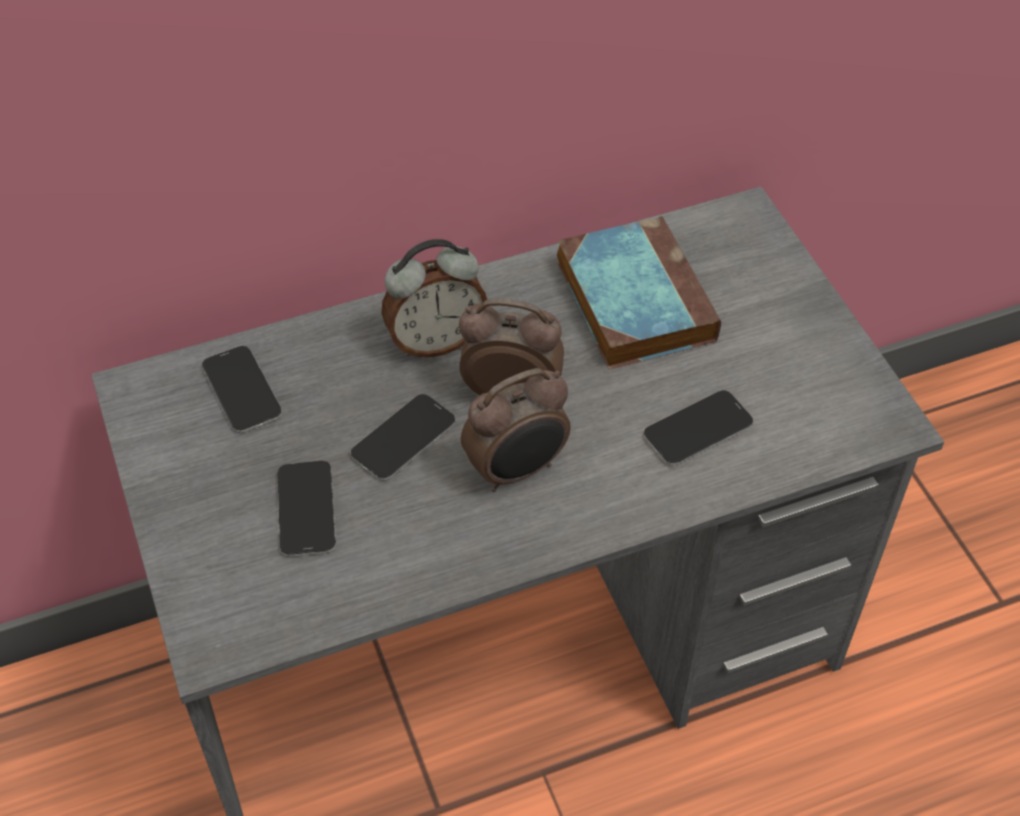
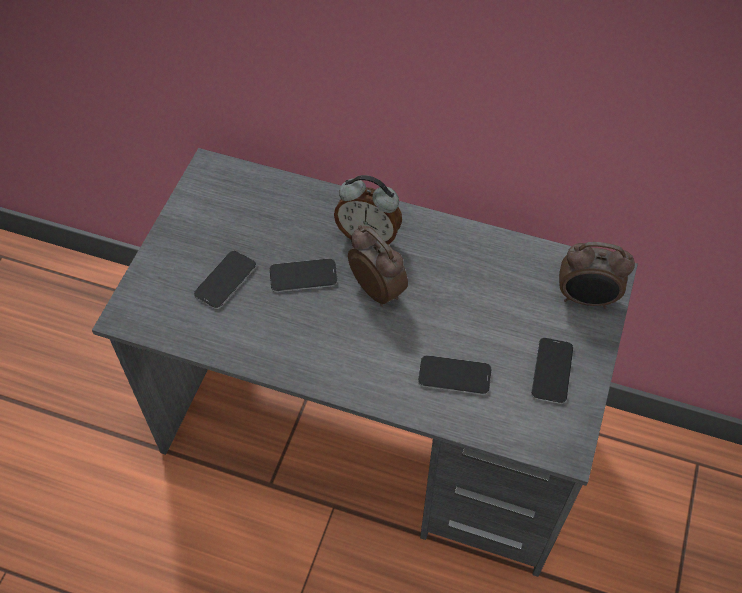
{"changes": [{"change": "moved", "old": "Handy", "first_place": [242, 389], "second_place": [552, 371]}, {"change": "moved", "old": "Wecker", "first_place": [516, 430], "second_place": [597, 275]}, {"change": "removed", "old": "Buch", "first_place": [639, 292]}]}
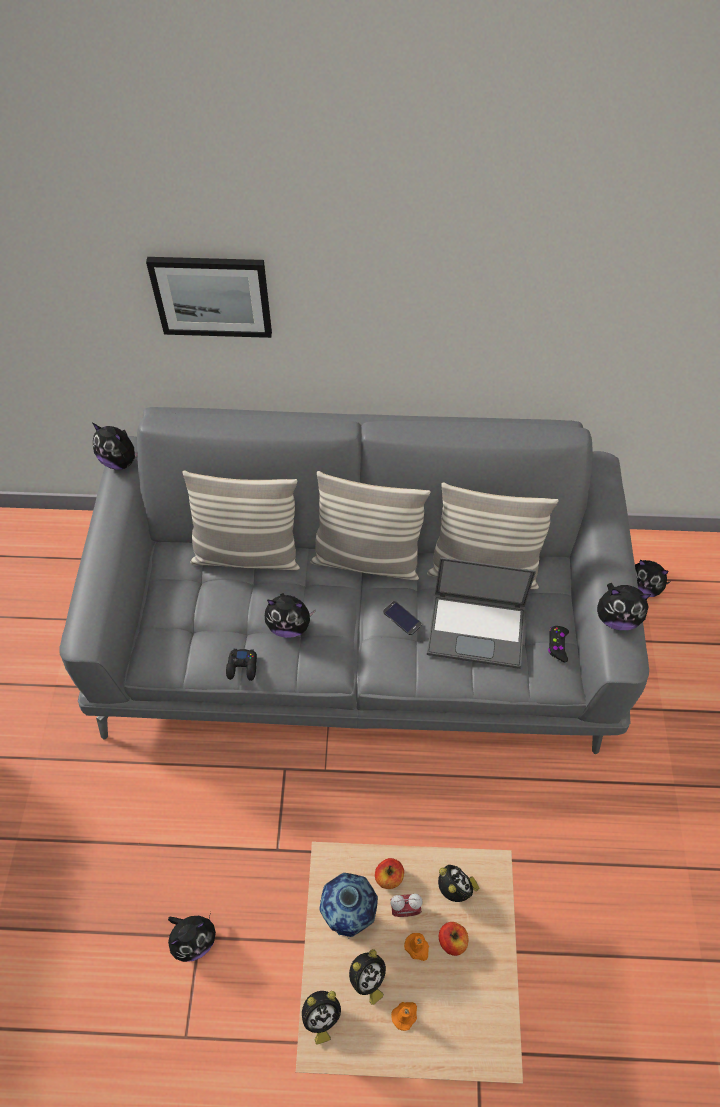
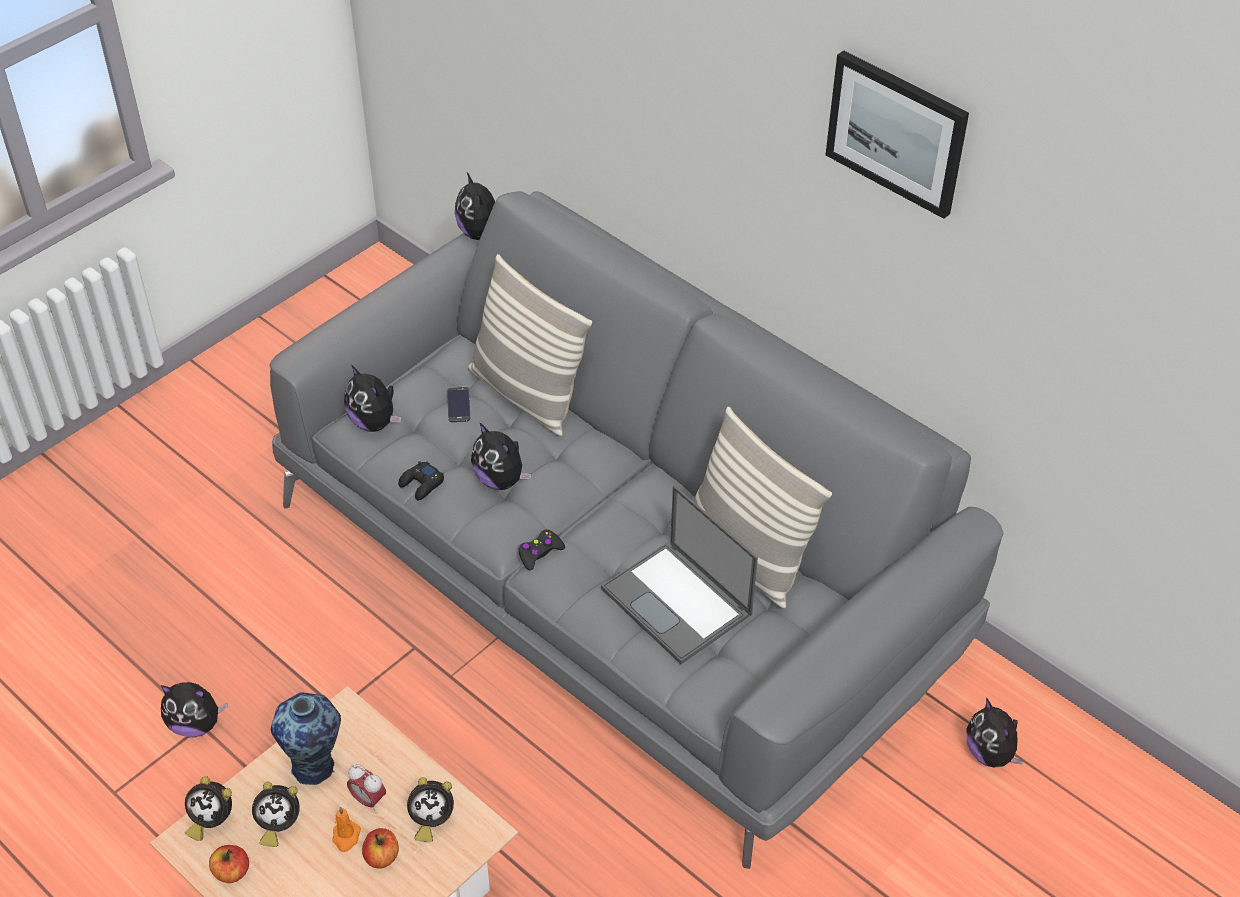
{"changes": [{"change": "moved", "old": "Bild", "first_place": [209, 297], "second_place": [897, 135]}, {"change": "removed", "old": "Kissen", "first_place": [370, 525]}, {"change": "moved", "old": "Apfel", "first_place": [389, 873], "second_place": [229, 864]}, {"change": "moved", "old": "Handy", "first_place": [402, 618], "second_place": [458, 404]}, {"change": "removed", "old": "Kerze/orange", "first_place": [404, 1016]}, {"change": "turned", "old": "Wecker", "first_place": [458, 883], "second_place": [430, 809], "degrees": 75}, {"change": "moved", "old": "Gamepad/schwarz", "first_place": [558, 644], "second_place": [541, 549]}, {"change": "moved", "old": "Plüschtier", "first_place": [624, 606], "second_place": [372, 398]}]}
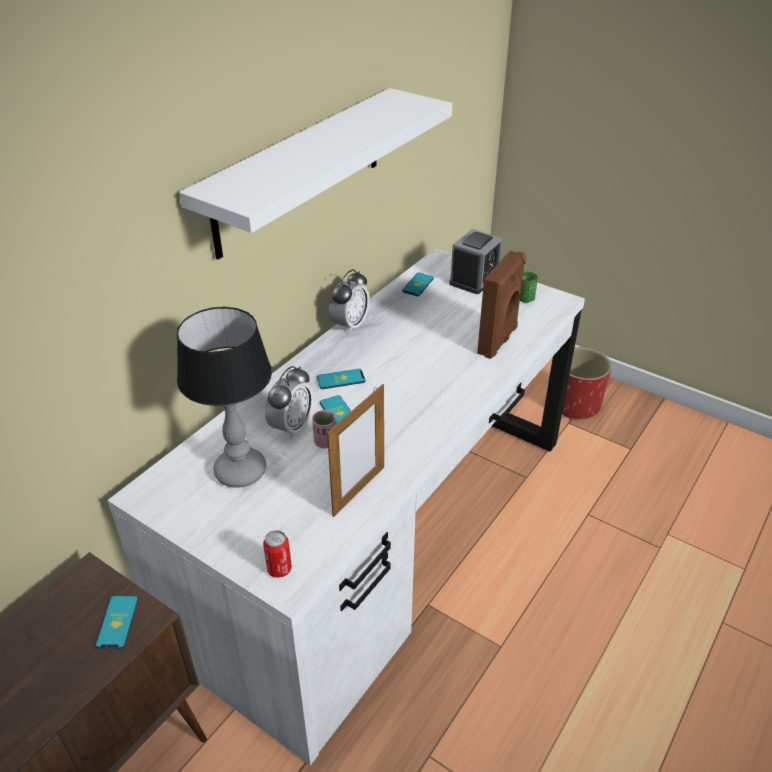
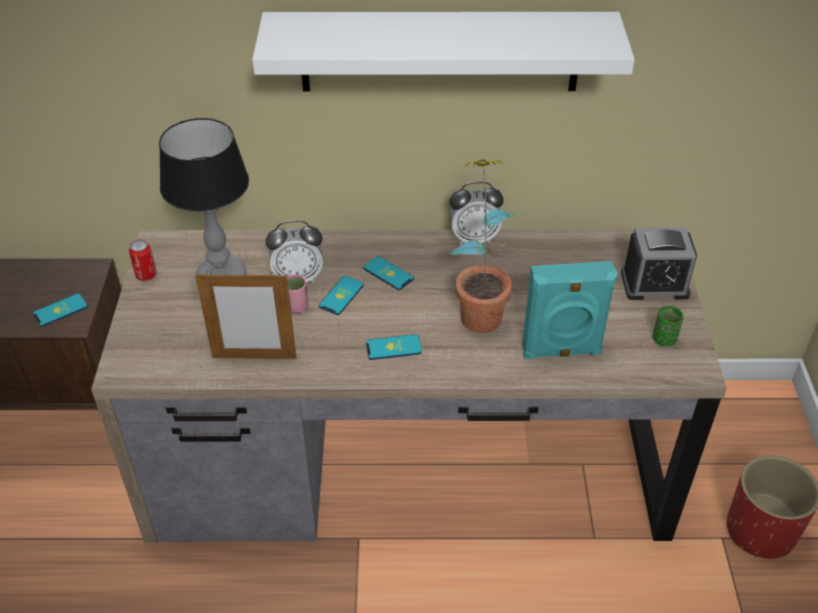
{"changes": [{"change": "recoloured", "old": "Schreibtisch/weiß", "new": "Schreibtisch/braun", "first_place": [346, 507], "second_place": [409, 386]}, {"change": "moved", "old": "Dose", "first_place": [277, 554], "second_place": [142, 260]}, {"change": "moved", "old": "Handy", "first_place": [418, 284], "second_place": [394, 347]}, {"change": "recoloured", "old": "Lautsprecher/braun", "new": "Lautsprecher/türkis", "first_place": [501, 304], "second_place": [570, 310]}, {"change": "added", "new": "Topfpflanze", "second_place": [482, 246]}]}
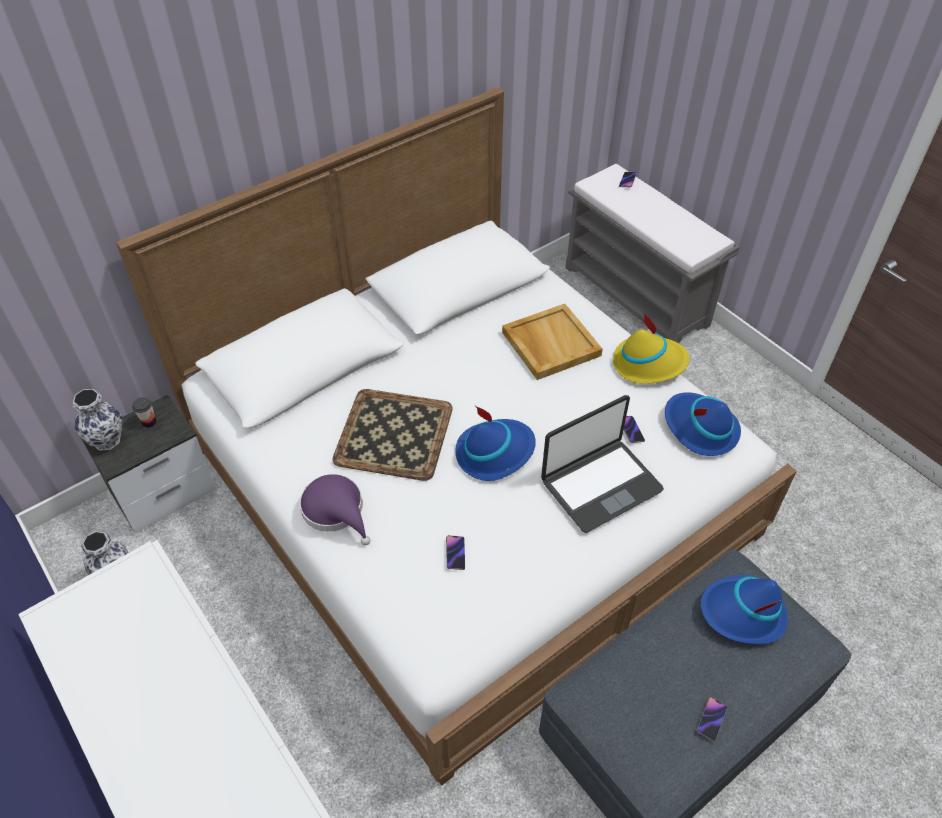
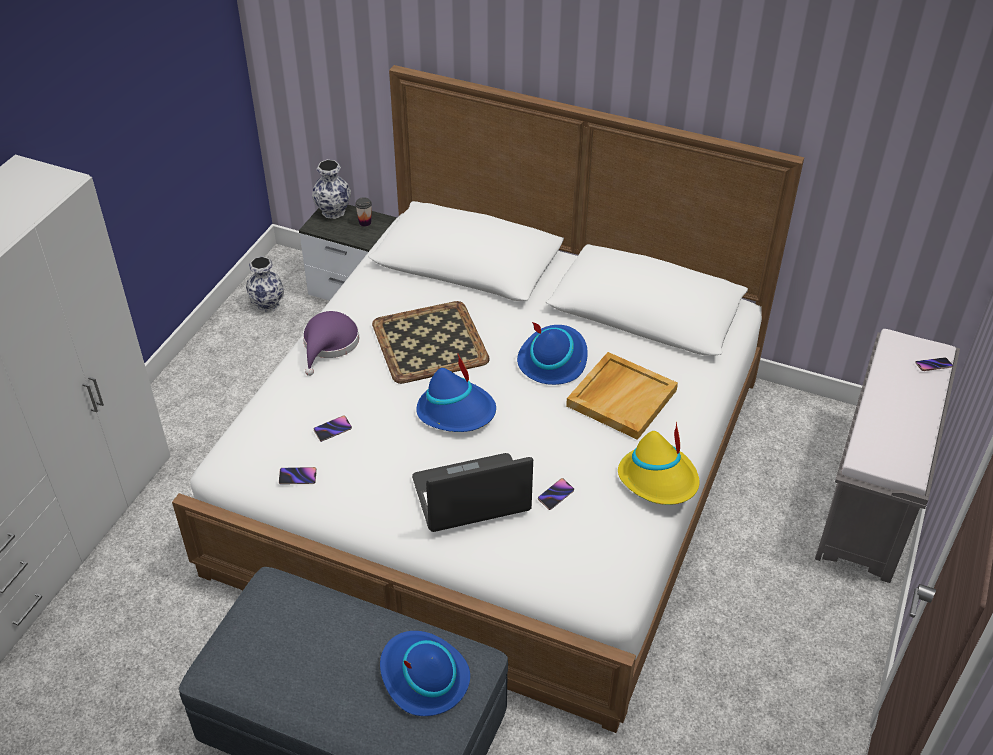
{"changes": [{"change": "turned", "old": "Laptop", "first_place": [602, 464], "second_place": [472, 492], "degrees": 135}, {"change": "moved", "old": "Hut/blau", "first_place": [703, 424], "second_place": [552, 353]}, {"change": "moved", "old": "Handy", "first_place": [712, 719], "second_place": [298, 475]}]}
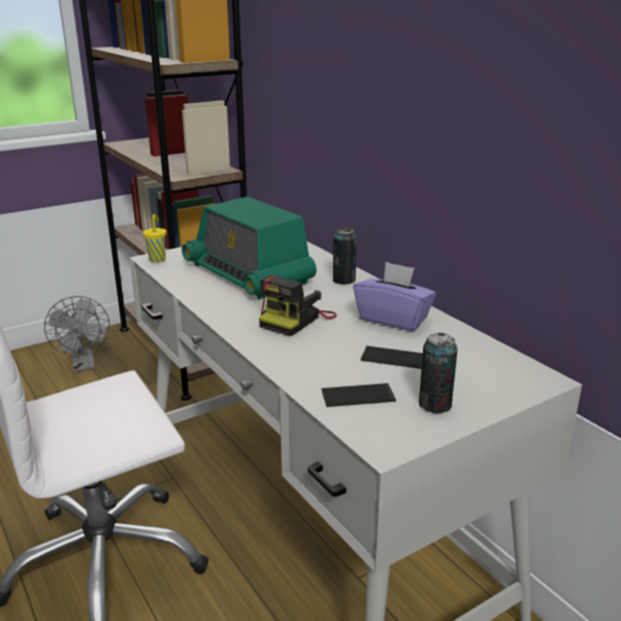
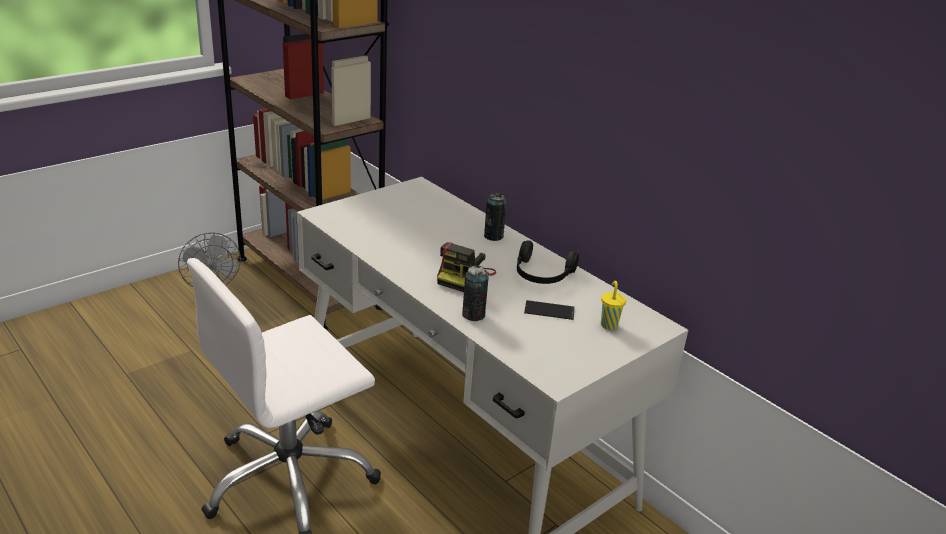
{"changes": [{"change": "moved", "old": "Tasse/gelb", "first_place": [154, 238], "second_place": [613, 305]}, {"change": "removed", "old": "Radio", "first_place": [249, 247]}, {"change": "removed", "old": "Handy", "first_place": [358, 395]}, {"change": "replaced", "old": "Taschentuchbox/lila", "new": "Kopfhörer/schwarz", "first_place": [394, 296], "second_place": [548, 262]}, {"change": "moved", "old": "Dose", "first_place": [438, 373], "second_place": [475, 293]}]}
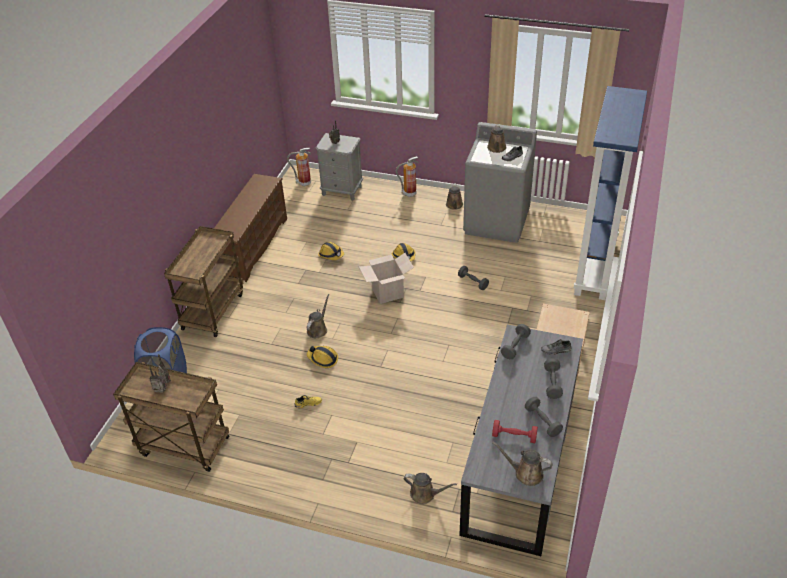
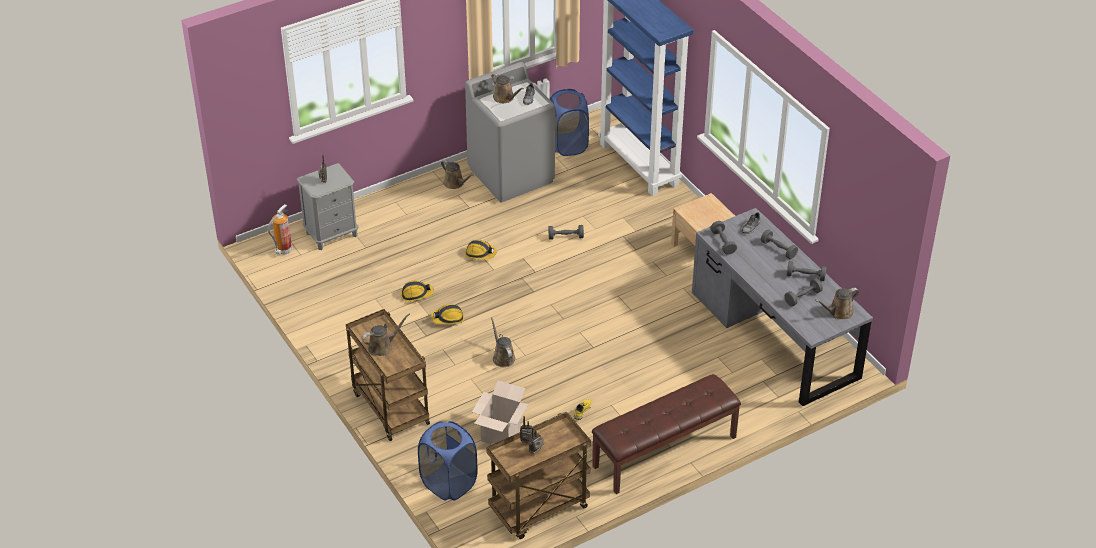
{"changes": [{"change": "removed", "old": "Schuhregal/braun", "first_place": [250, 228]}, {"change": "moved", "old": "Schutzhelm", "first_place": [322, 357], "second_place": [448, 314]}, {"change": "moved", "old": "Karton", "first_place": [386, 278], "second_place": [500, 412]}, {"change": "removed", "old": "Feuerlöscher", "first_place": [407, 176]}, {"change": "moved", "old": "Gießkanne/braun", "first_place": [430, 488], "second_place": [386, 335]}, {"change": "recoloured", "old": "Hantel/rot", "new": "Hantel/grau", "first_place": [515, 431], "second_place": [804, 292]}, {"change": "added", "new": "Wäschekorb/blau", "second_place": [569, 122]}, {"change": "added", "new": "Bank/braun", "second_place": [666, 434]}]}
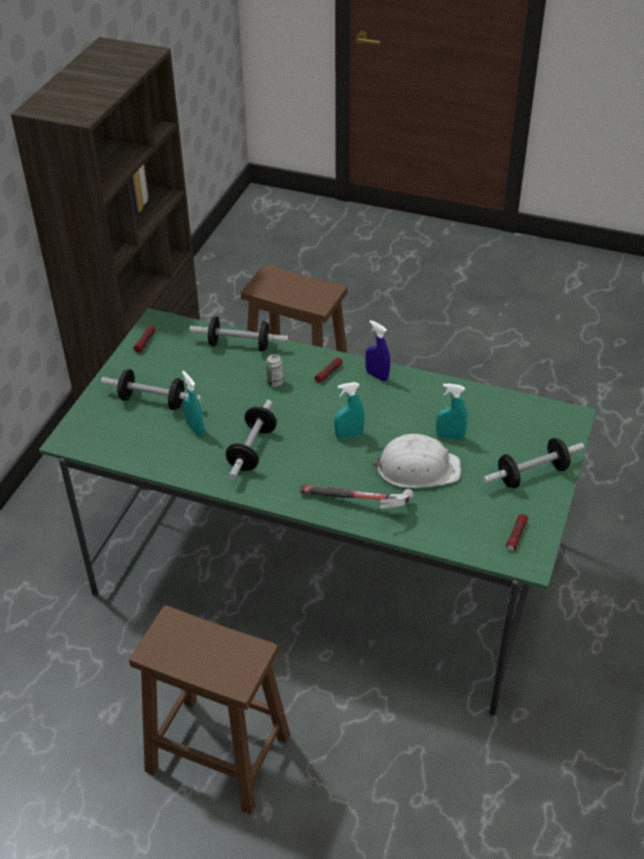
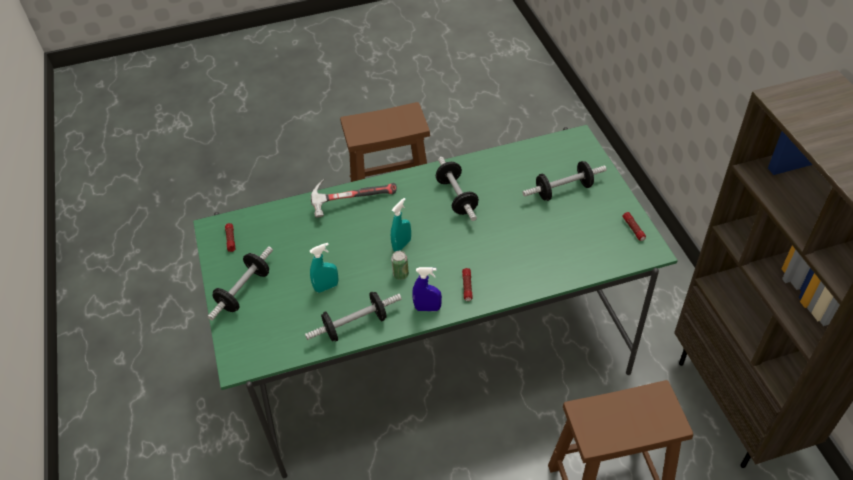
{"changes": [{"change": "removed", "old": "Sprühflasche/türkis", "first_place": [193, 403]}, {"change": "moved", "old": "Hantel", "first_place": [239, 334], "second_place": [353, 317]}, {"change": "moved", "old": "Dose", "first_place": [274, 370], "second_place": [400, 265]}, {"change": "removed", "old": "Schutzhelm/weiß", "first_place": [416, 461]}]}
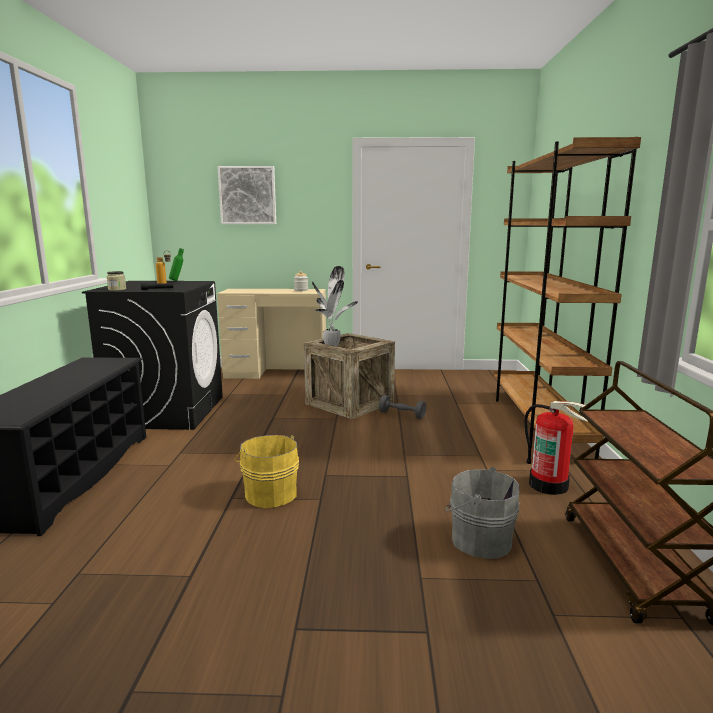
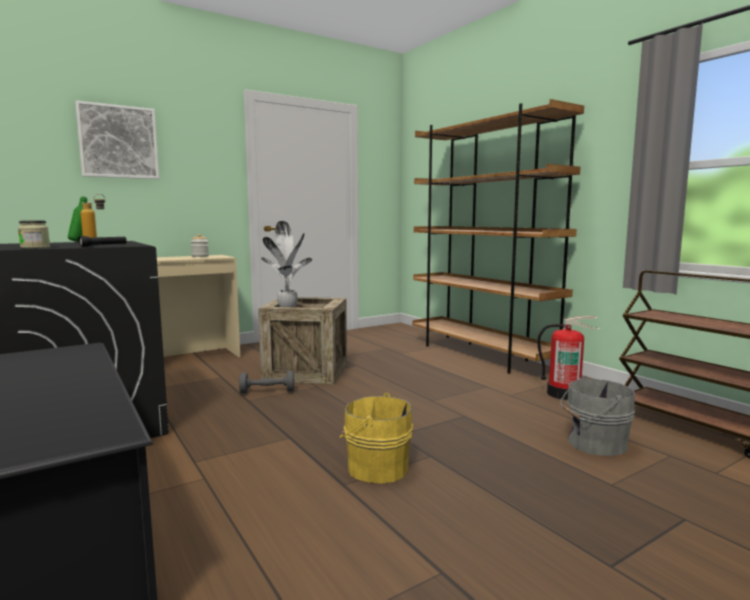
{"changes": [{"change": "moved", "old": "Hantel/grau", "first_place": [402, 407], "second_place": [266, 382]}]}
